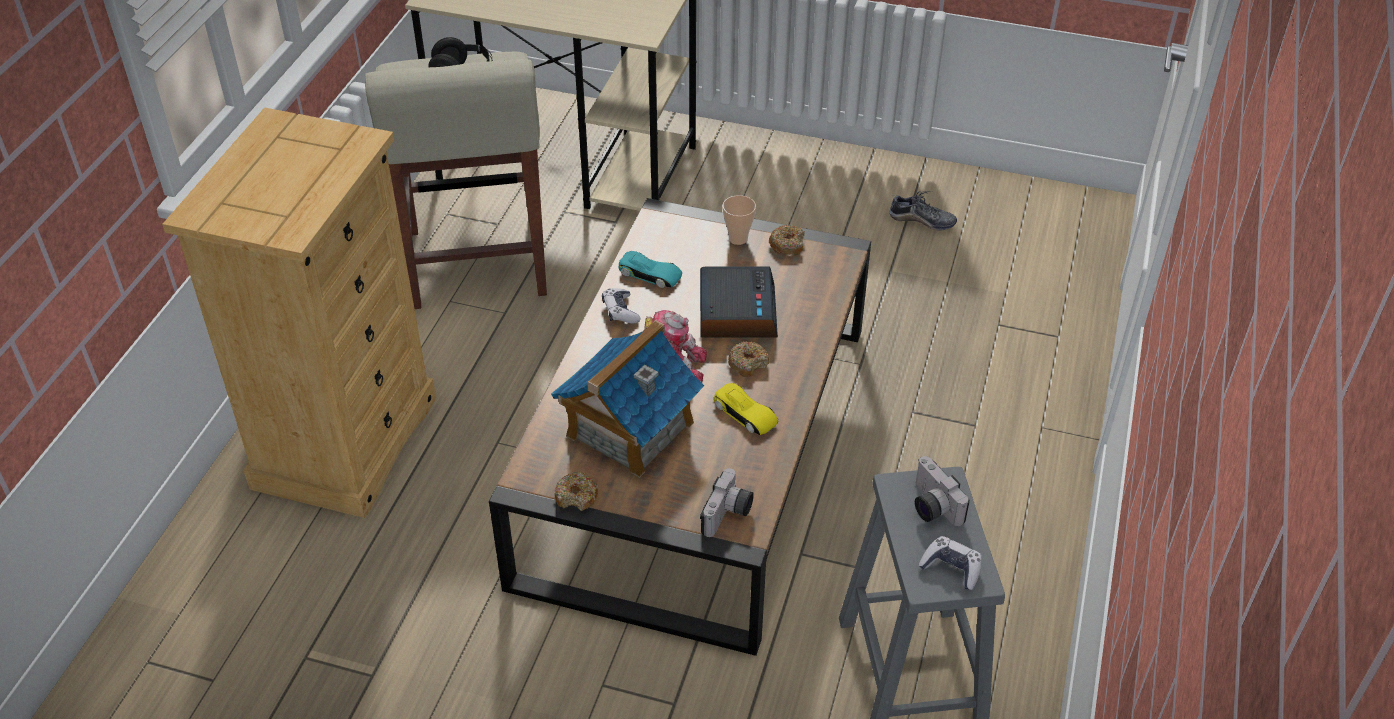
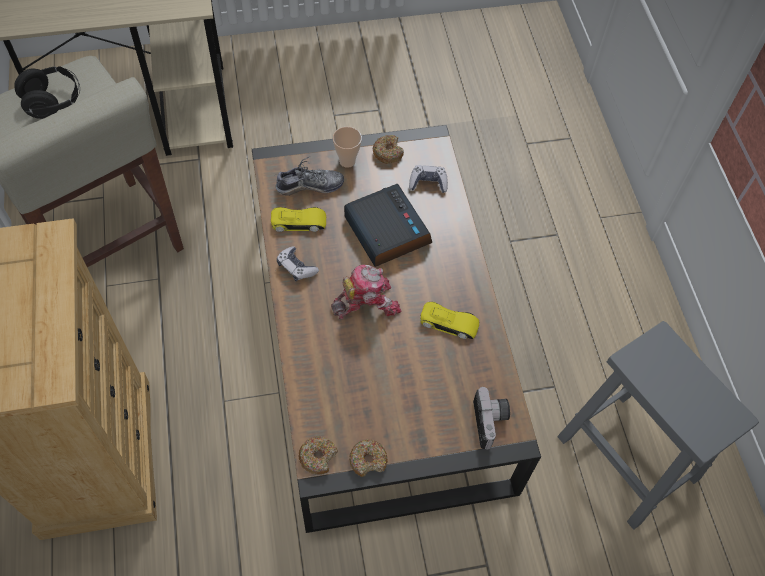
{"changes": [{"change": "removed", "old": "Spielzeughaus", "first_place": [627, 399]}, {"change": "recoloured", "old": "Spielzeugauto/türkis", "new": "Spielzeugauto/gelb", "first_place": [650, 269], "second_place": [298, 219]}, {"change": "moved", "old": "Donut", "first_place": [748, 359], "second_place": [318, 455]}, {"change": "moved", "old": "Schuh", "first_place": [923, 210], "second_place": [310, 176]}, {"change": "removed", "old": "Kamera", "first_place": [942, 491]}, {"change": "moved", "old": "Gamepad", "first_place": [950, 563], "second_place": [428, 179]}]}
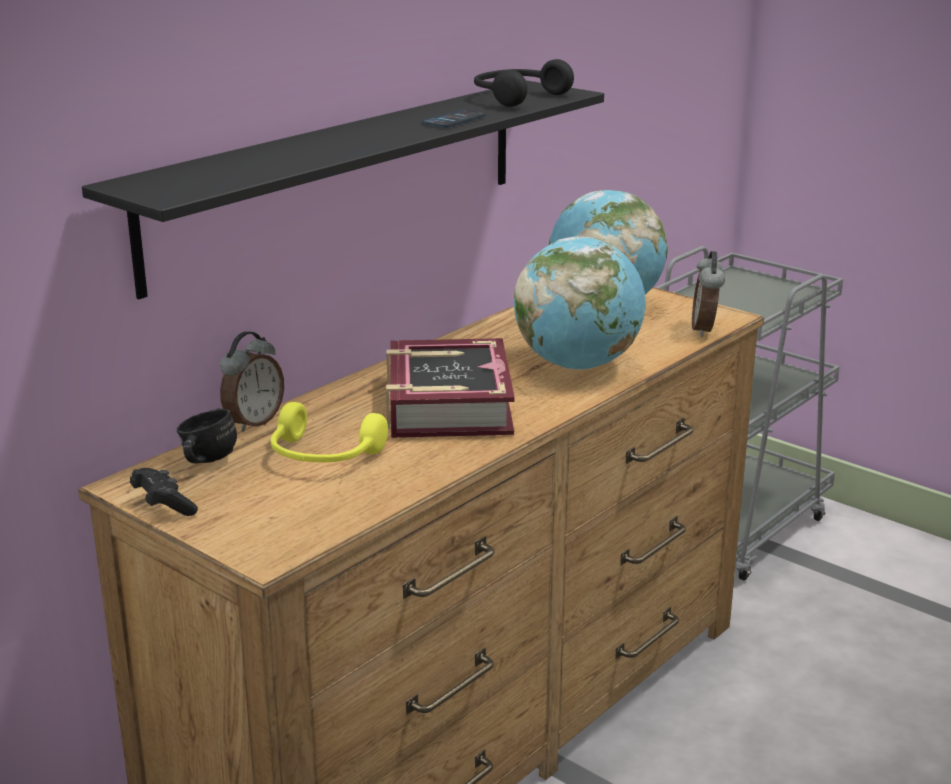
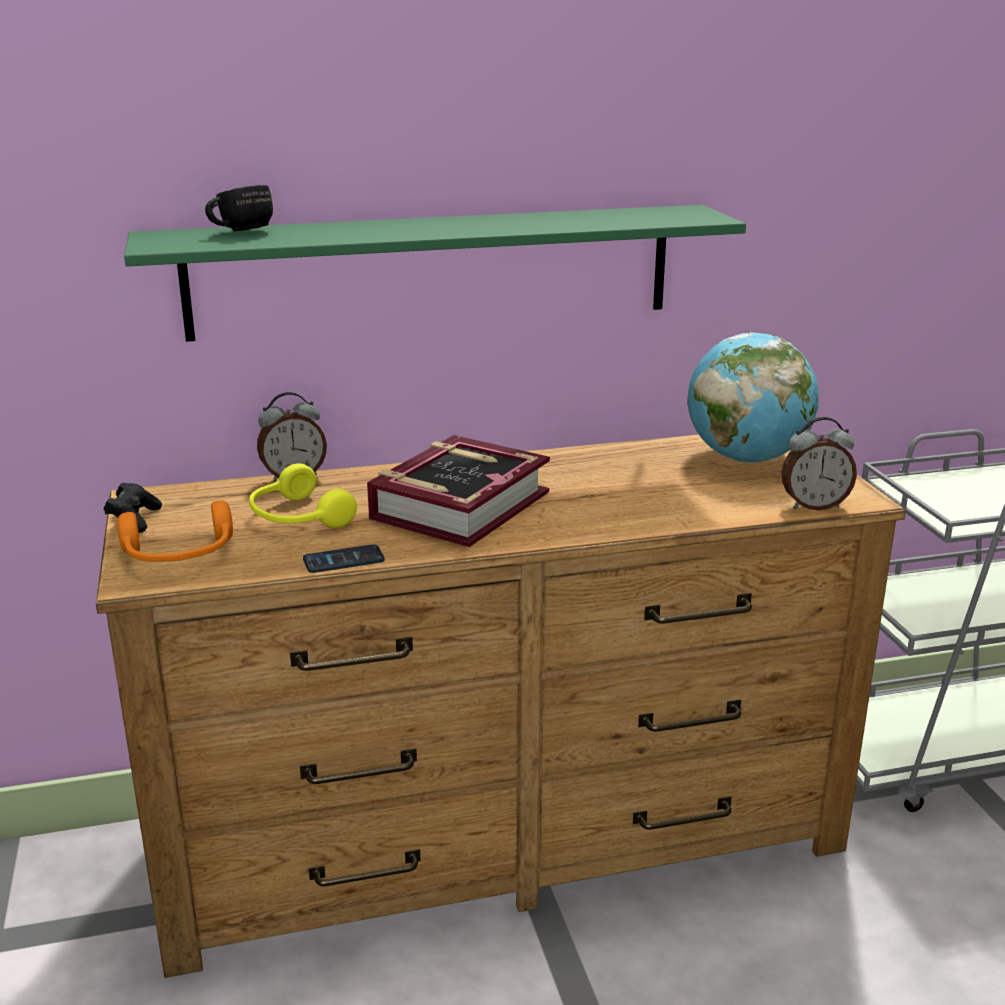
{"changes": [{"change": "recoloured", "old": "Wandregal/schwarz", "new": "Wandregal/grün", "first_place": [343, 190], "second_place": [435, 273]}, {"change": "moved", "old": "Henkelbecher/schwarz", "first_place": [207, 436], "second_place": [239, 208]}, {"change": "moved", "old": "Handy", "first_place": [454, 118], "second_place": [344, 558]}, {"change": "removed", "old": "Kopfhörer/schwarz", "first_place": [524, 83]}, {"change": "removed", "old": "Globus", "first_place": [580, 303]}, {"change": "turned", "old": "Wecker", "first_place": [708, 294], "second_place": [819, 464], "degrees": -135}, {"change": "added", "new": "Kopfhörer/orange", "second_place": [175, 531]}]}
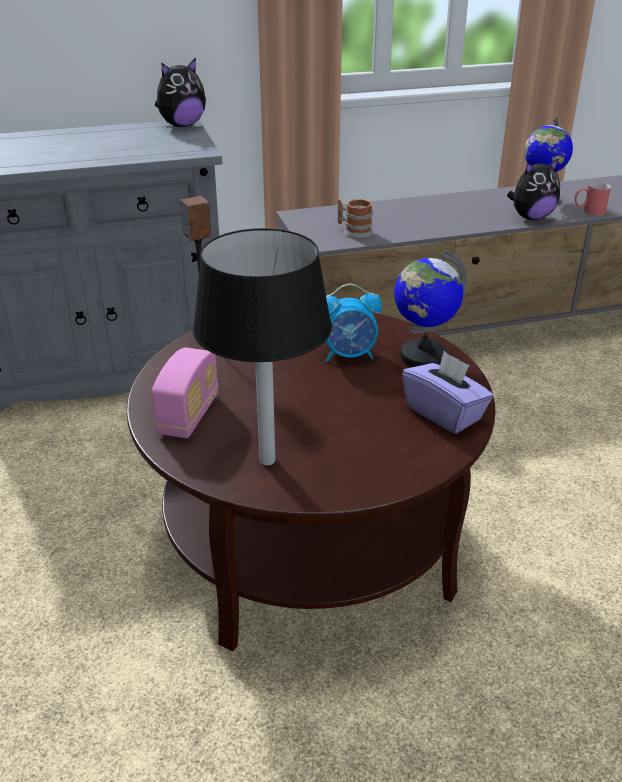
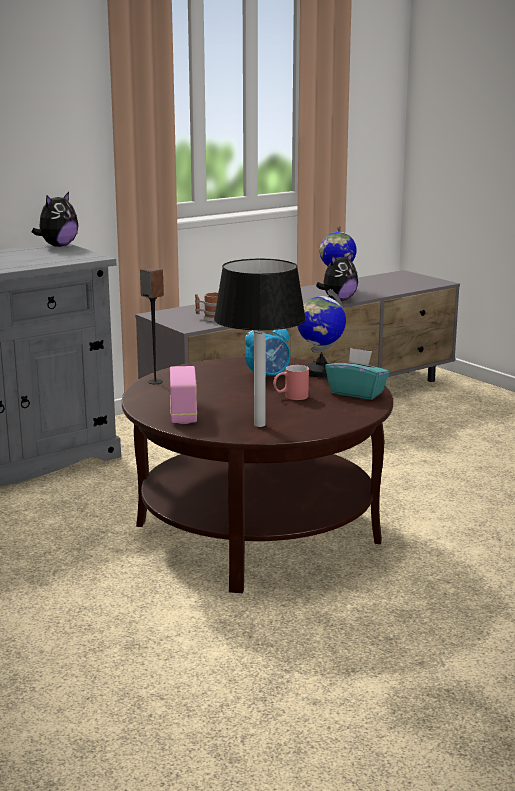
{"changes": [{"change": "recoloured", "old": "Taschentuchbox/lila", "new": "Taschentuchbox/türkis", "first_place": [447, 392], "second_place": [357, 374]}, {"change": "moved", "old": "Henkelbecher/rot", "first_place": [593, 199], "second_place": [291, 382]}]}
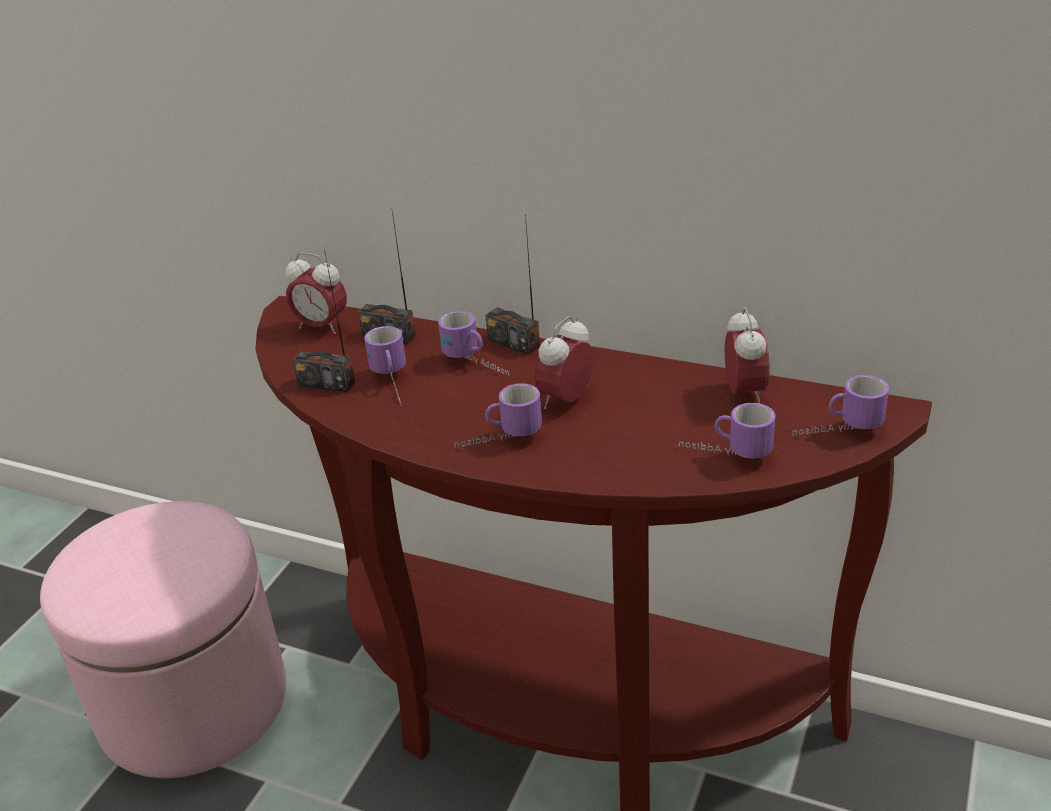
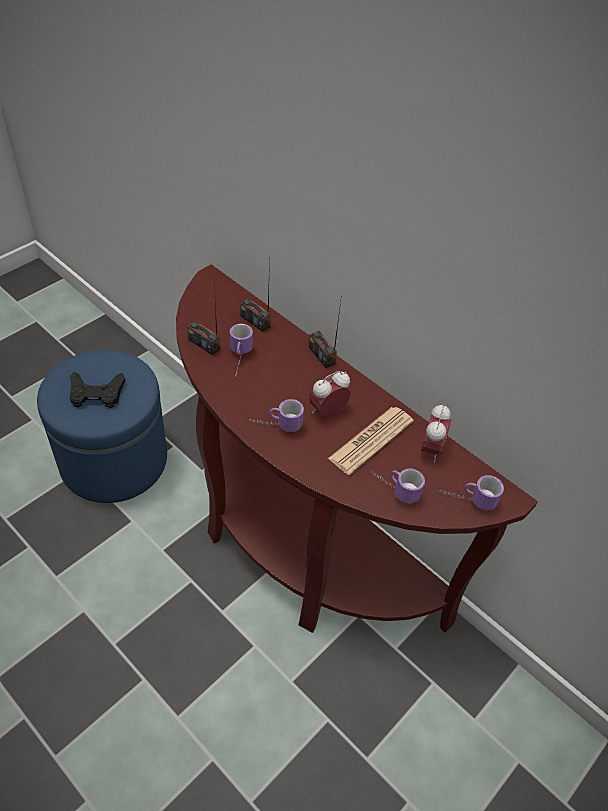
{"changes": [{"change": "recoloured", "old": "Polsterhocker/rosa", "new": "Polsterhocker/blau", "first_place": [163, 639], "second_place": [102, 426]}, {"change": "removed", "old": "Wecker", "first_place": [316, 293]}, {"change": "removed", "old": "Henkelbecher", "first_place": [473, 343]}, {"change": "added", "new": "Gamepad/schwarz", "second_place": [98, 390]}, {"change": "added", "new": "Zeitung", "second_place": [371, 441]}]}
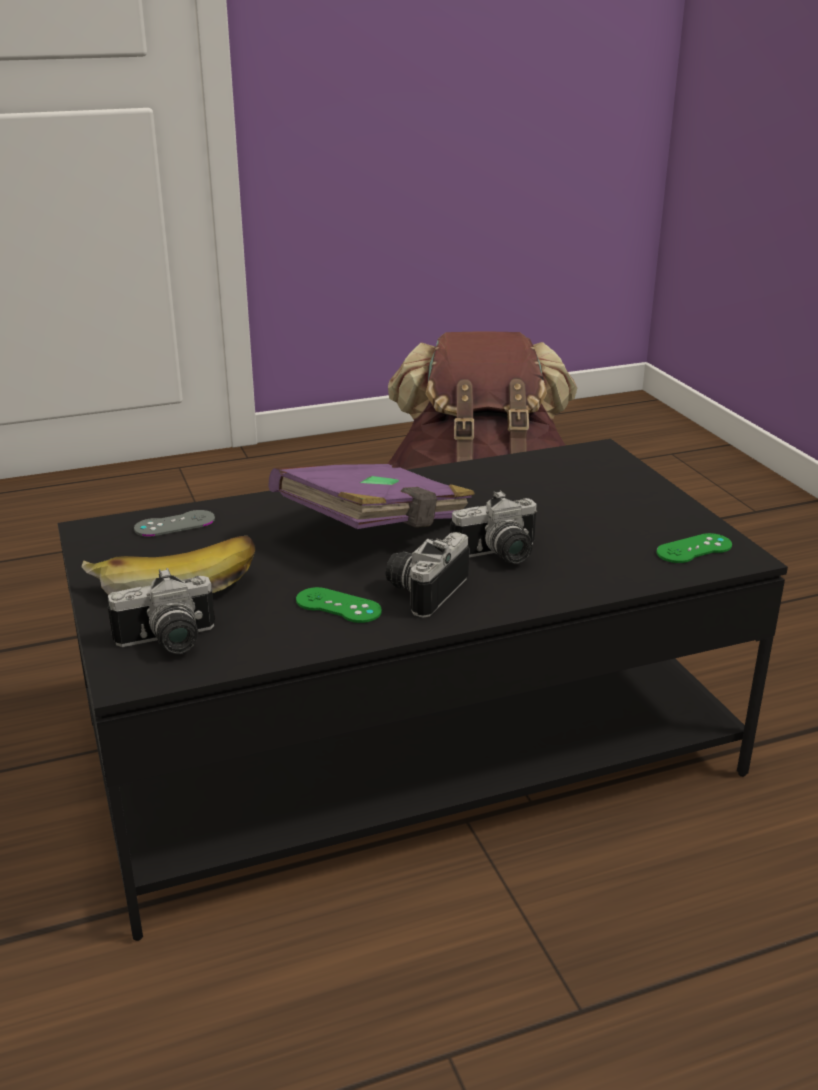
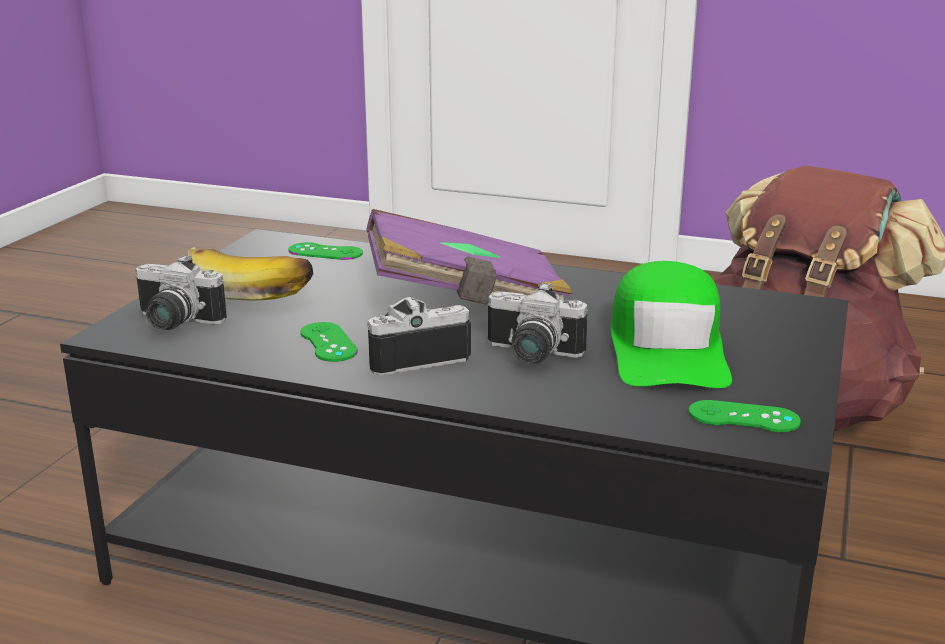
{"changes": [{"change": "recoloured", "old": "Gamepad/grau", "new": "Gamepad/grün", "first_place": [174, 523], "second_place": [325, 251]}, {"change": "added", "new": "Kappe/grün", "second_place": [671, 324]}]}
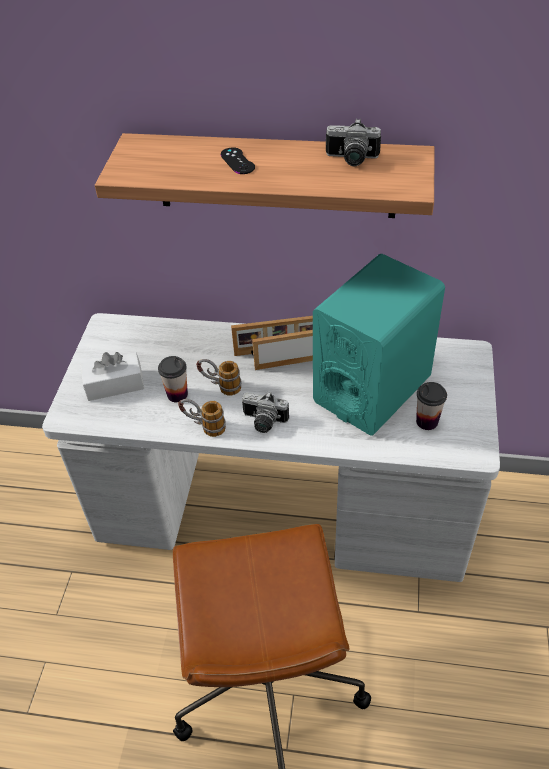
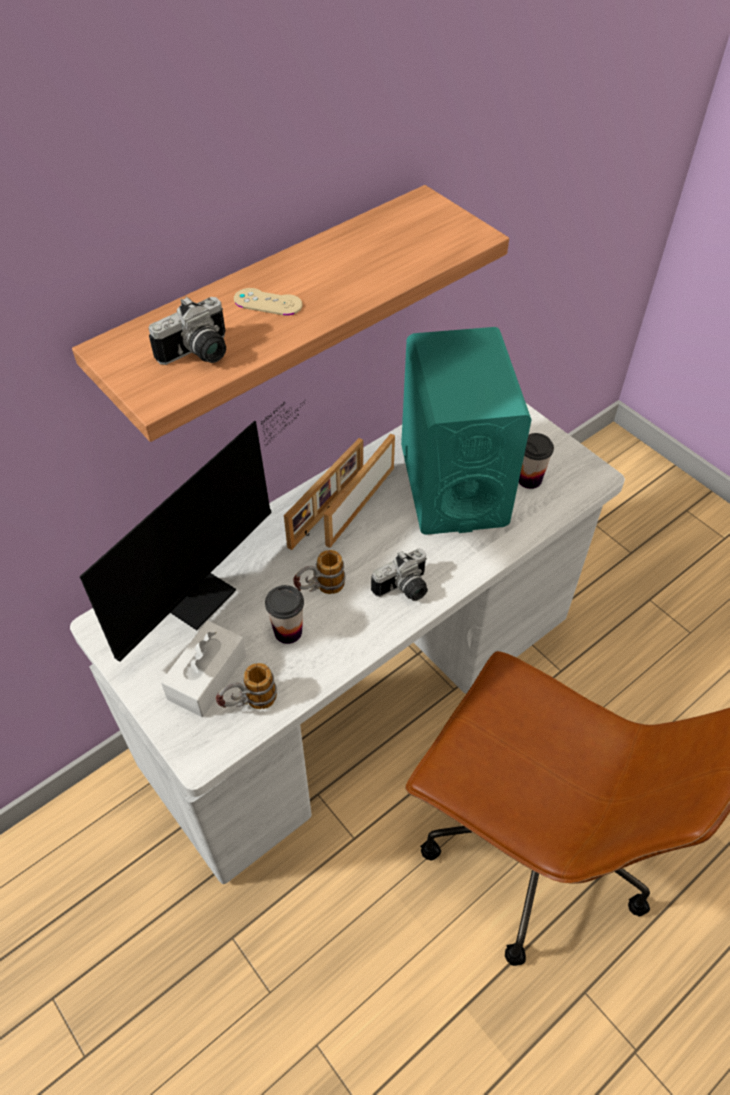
{"changes": [{"change": "moved", "old": "Henkelbecher", "first_place": [202, 418], "second_place": [246, 686]}, {"change": "recoloured", "old": "Gamepad/schwarz", "new": "Gamepad/beige", "first_place": [238, 160], "second_place": [268, 302]}, {"change": "moved", "old": "Kamera", "first_place": [353, 142], "second_place": [187, 331]}, {"change": "added", "new": "Monitor", "second_place": [192, 531]}]}
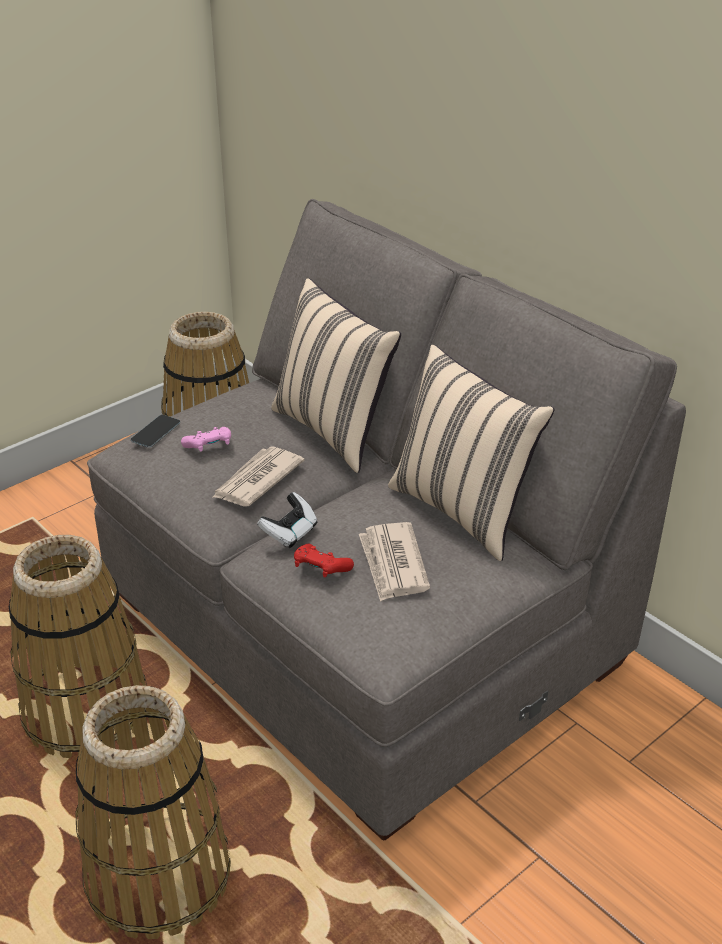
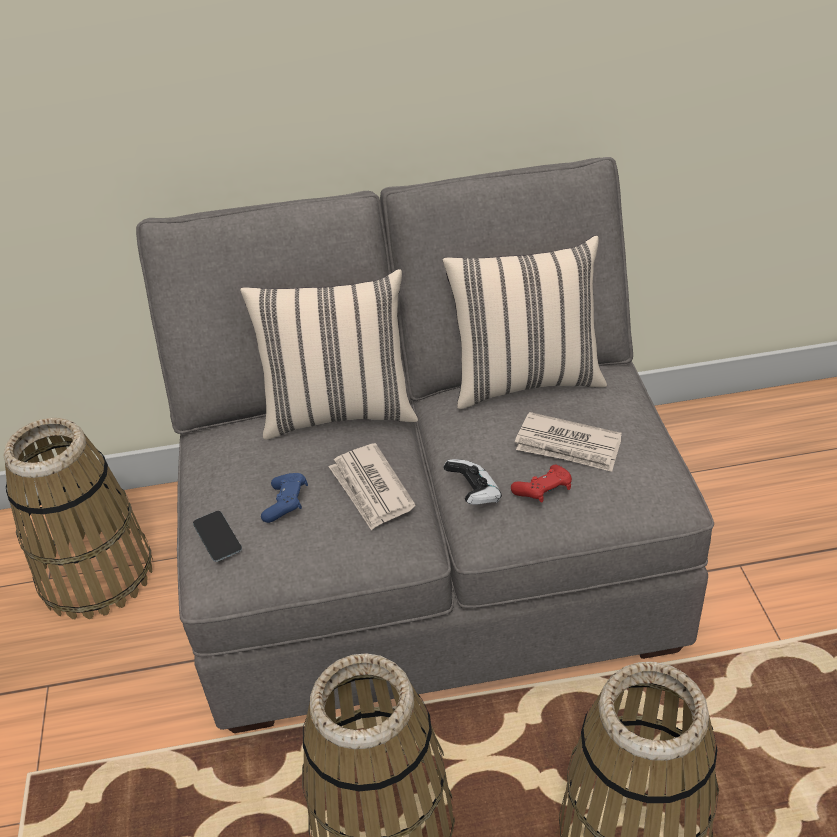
{"changes": [{"change": "recoloured", "old": "Gamepad/rosa", "new": "Gamepad/blau", "first_place": [206, 439], "second_place": [284, 498]}]}
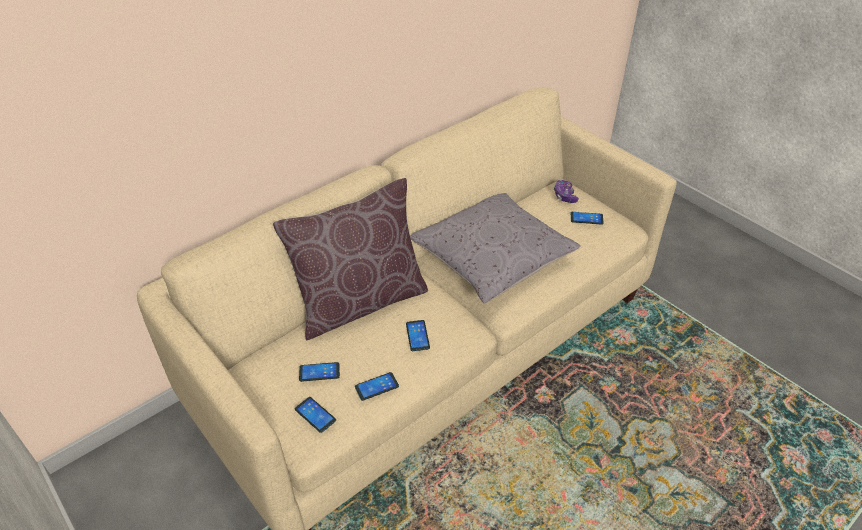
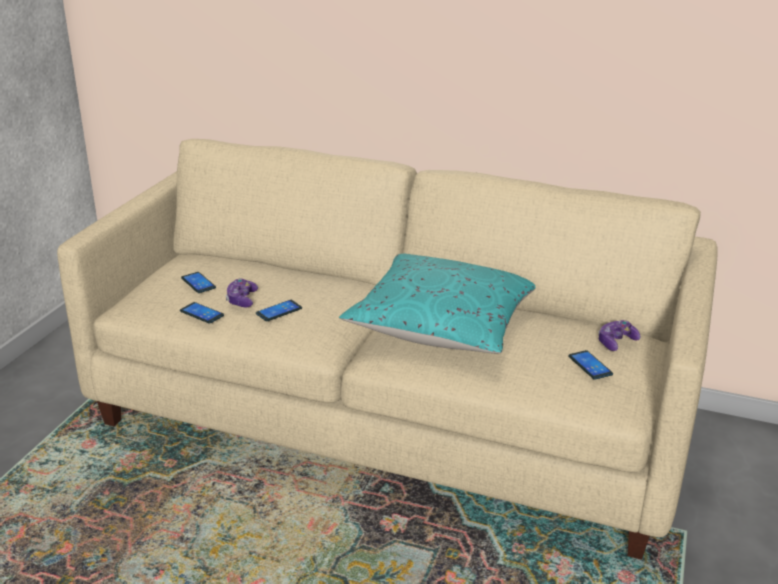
{"changes": [{"change": "removed", "old": "Kissen/braun", "first_place": [350, 259]}, {"change": "removed", "old": "Handy", "first_place": [315, 415]}, {"change": "recoloured", "old": "Kissen/grau", "new": "Kissen/türkis", "first_place": [495, 248], "second_place": [437, 303]}, {"change": "added", "new": "Gamepad", "second_place": [242, 292]}]}
